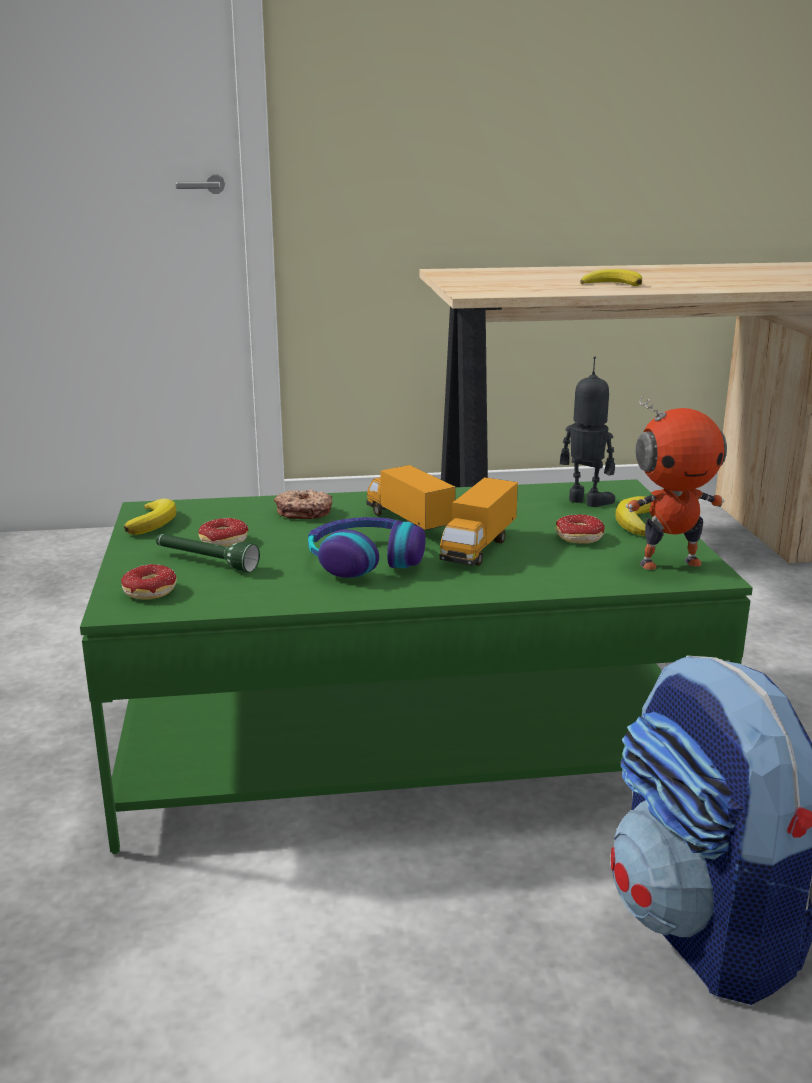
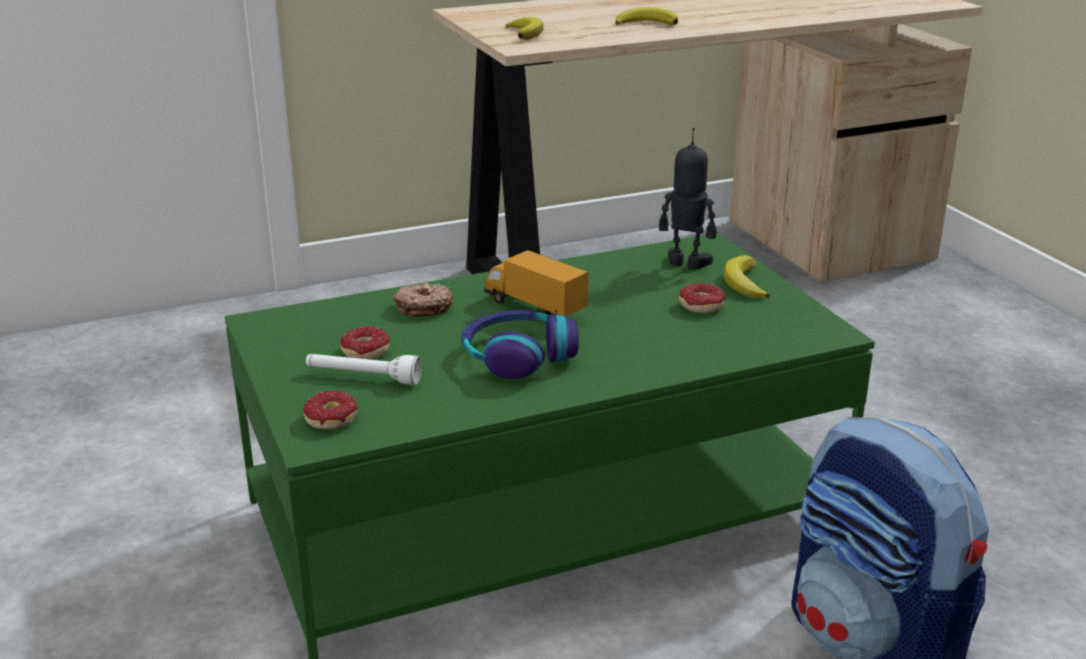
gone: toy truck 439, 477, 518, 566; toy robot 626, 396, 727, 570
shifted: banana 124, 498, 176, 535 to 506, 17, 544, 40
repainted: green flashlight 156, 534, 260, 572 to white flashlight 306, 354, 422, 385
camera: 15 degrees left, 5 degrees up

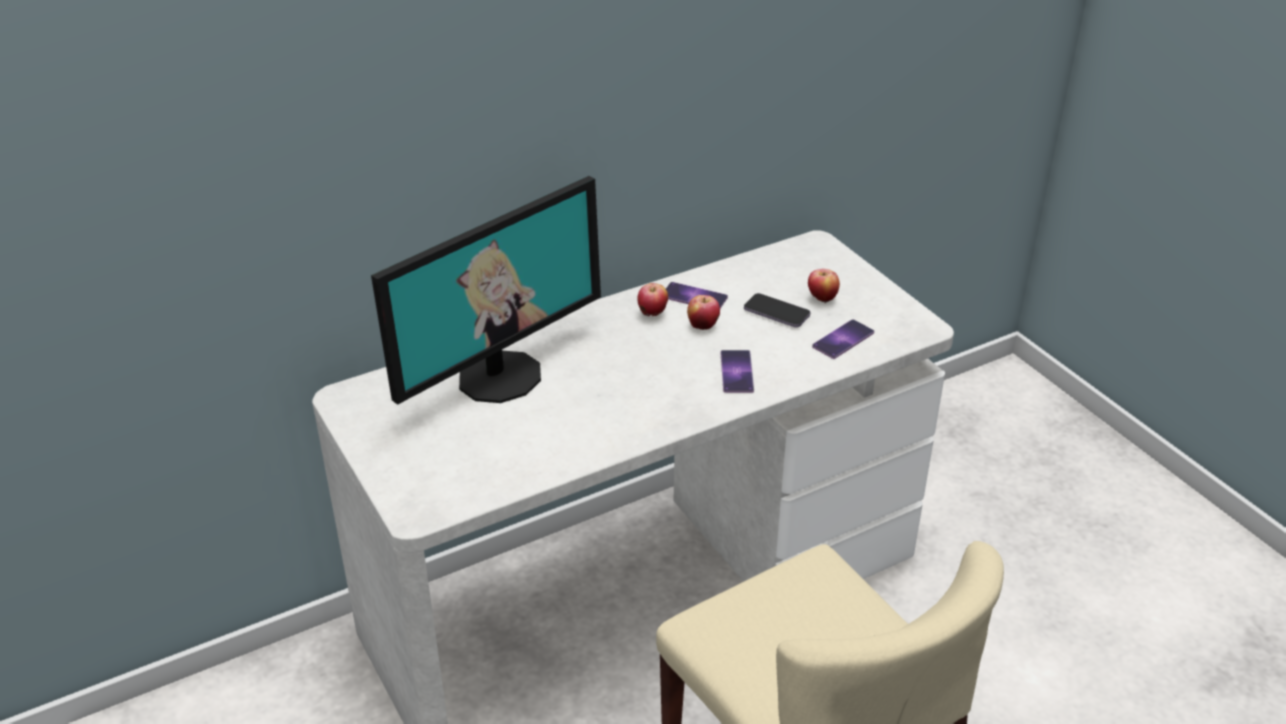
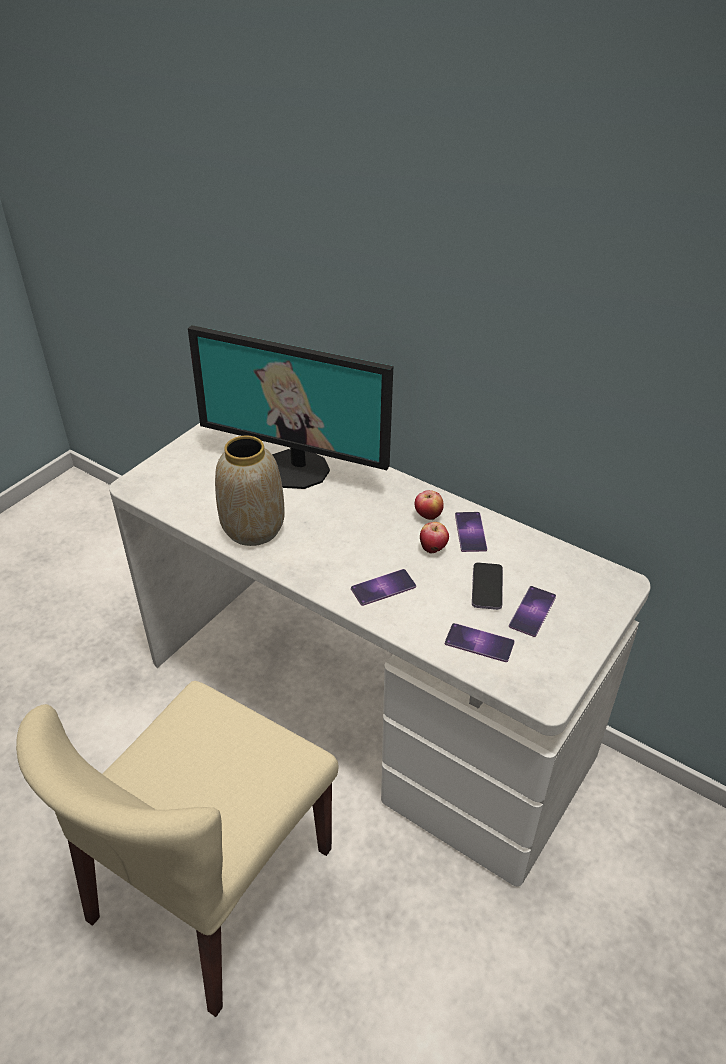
new: vase 215, 436, 284, 546
swapped: apple 808, 269, 840, 303 to phone 509, 586, 556, 637
camera: 65 degrees right, 5 degrees up

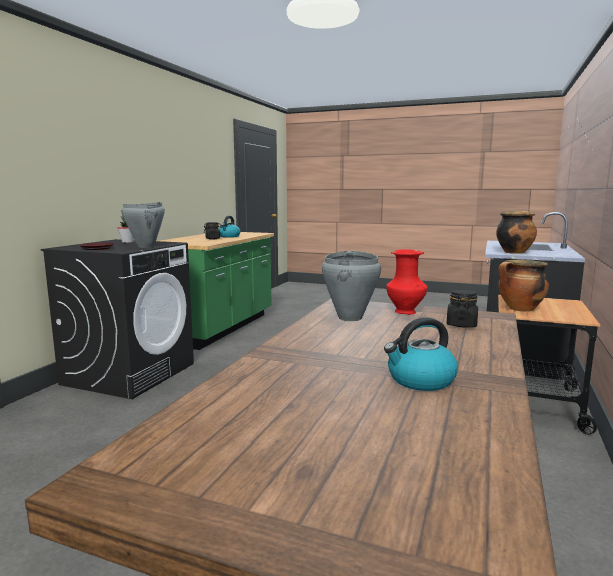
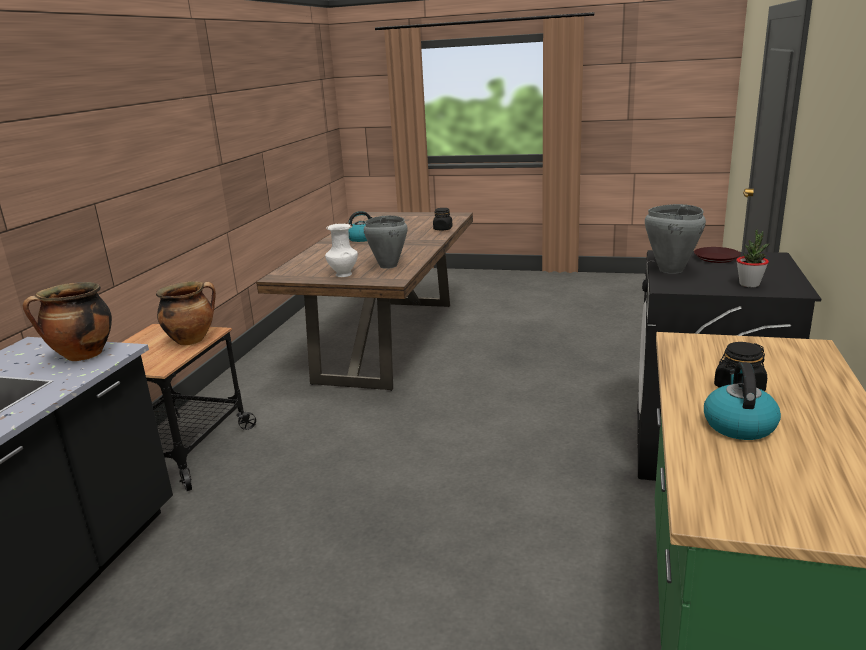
shifted: black jar 447, 289, 478, 327 to 433, 208, 453, 231
repainted: red vase 386, 249, 428, 315 to white vase 325, 224, 358, 277
camera: 175 degrees right, 10 degrees up

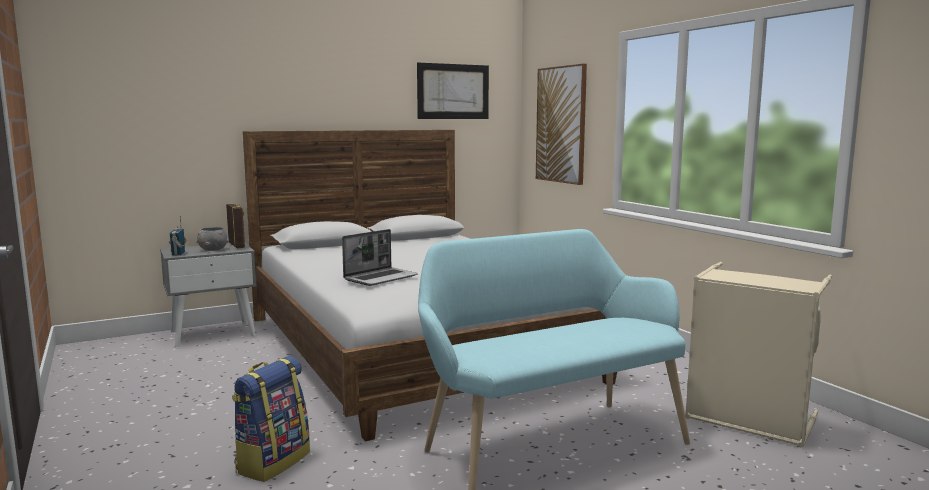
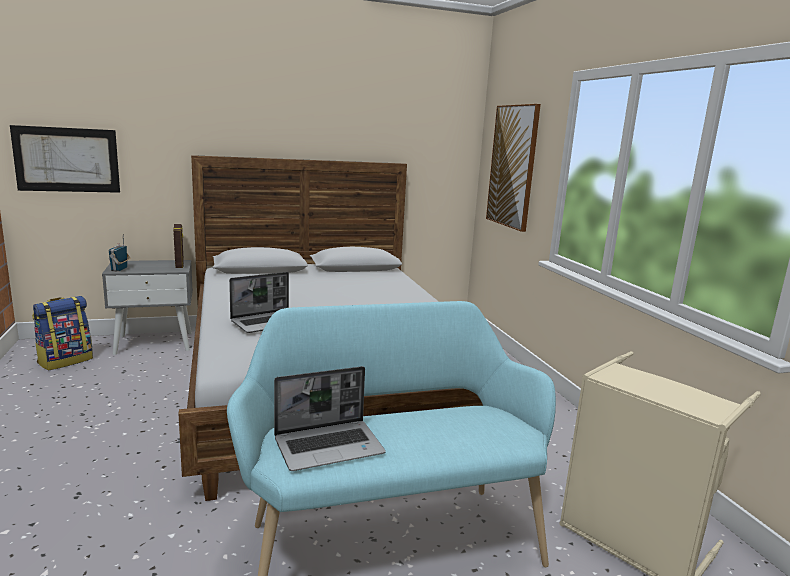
gone: grey bowl 196, 227, 229, 251
new: laptop 274, 366, 386, 471
shifted: backpack 232, 356, 310, 482 to 32, 296, 93, 371; picture 417, 63, 489, 119 to 10, 125, 120, 193
camera: 10 degrees right, 5 degrees up

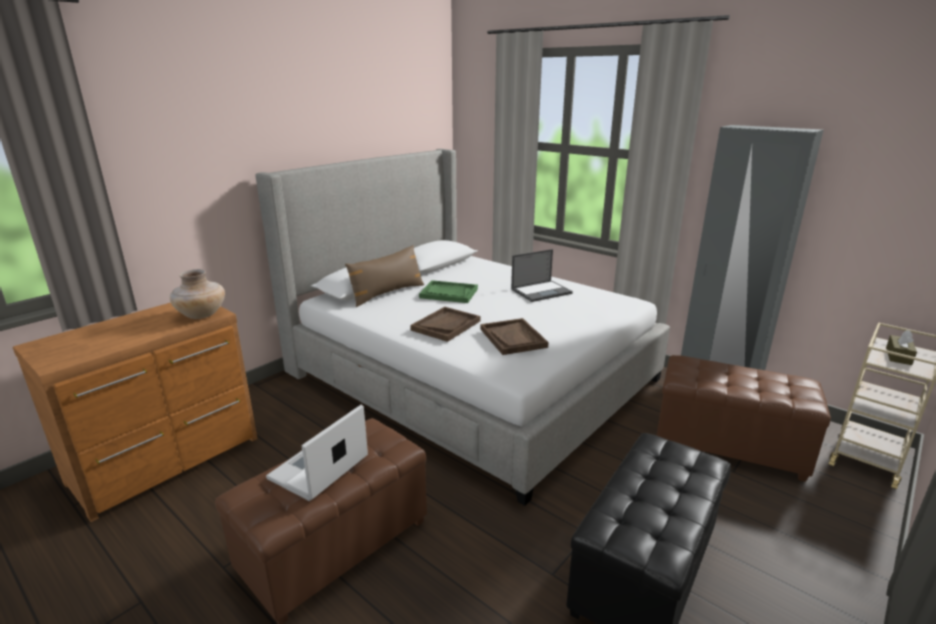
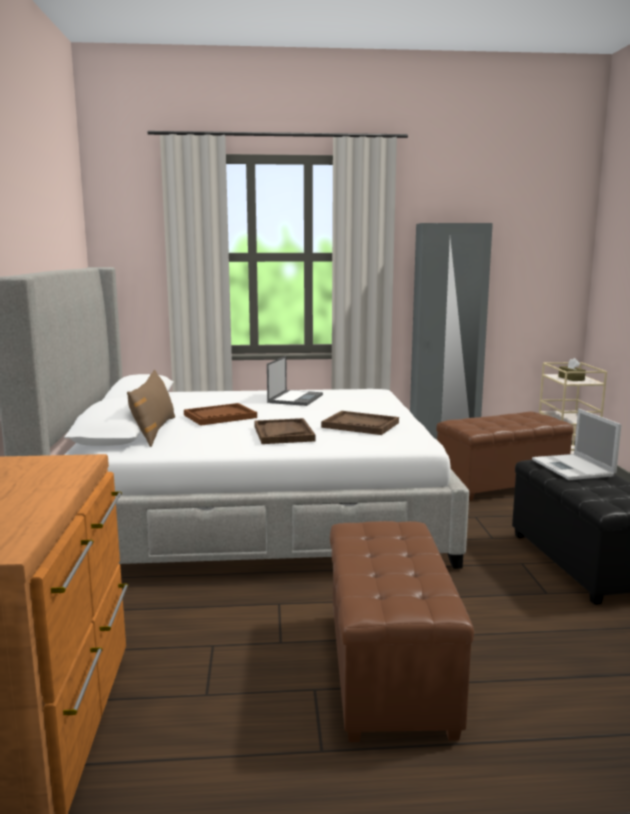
gone: beige vase 170, 269, 225, 319
shifted: laptop 266, 405, 368, 501 to 532, 409, 622, 480
repainted: green tray 419, 280, 478, 303 to brown tray 184, 403, 257, 426
camera: 45 degrees left, 10 degrees down

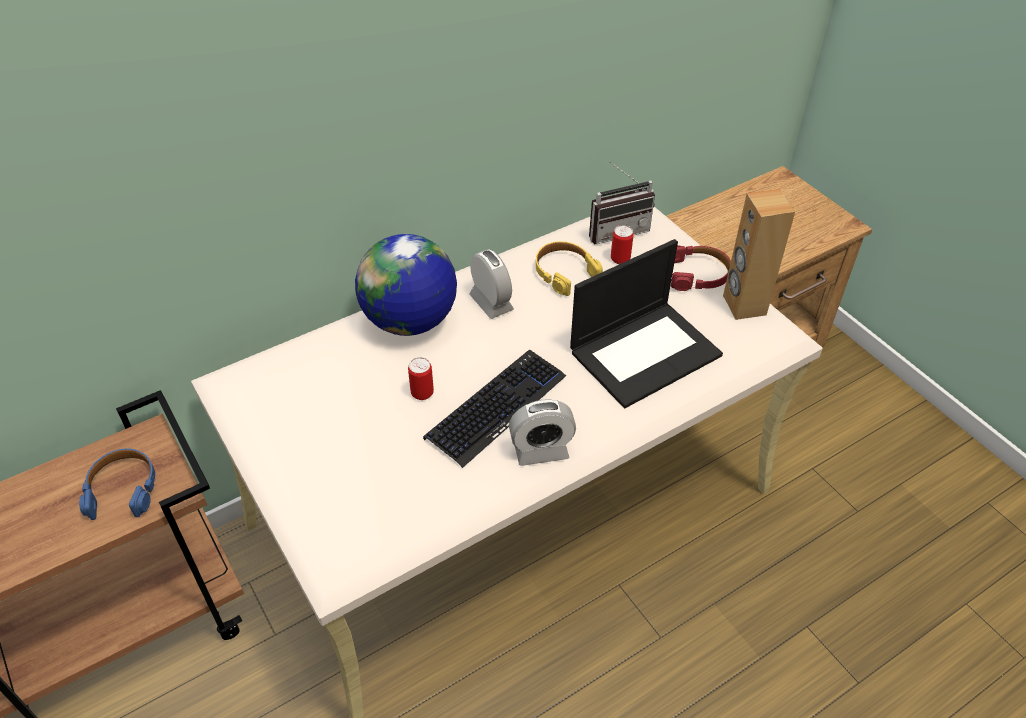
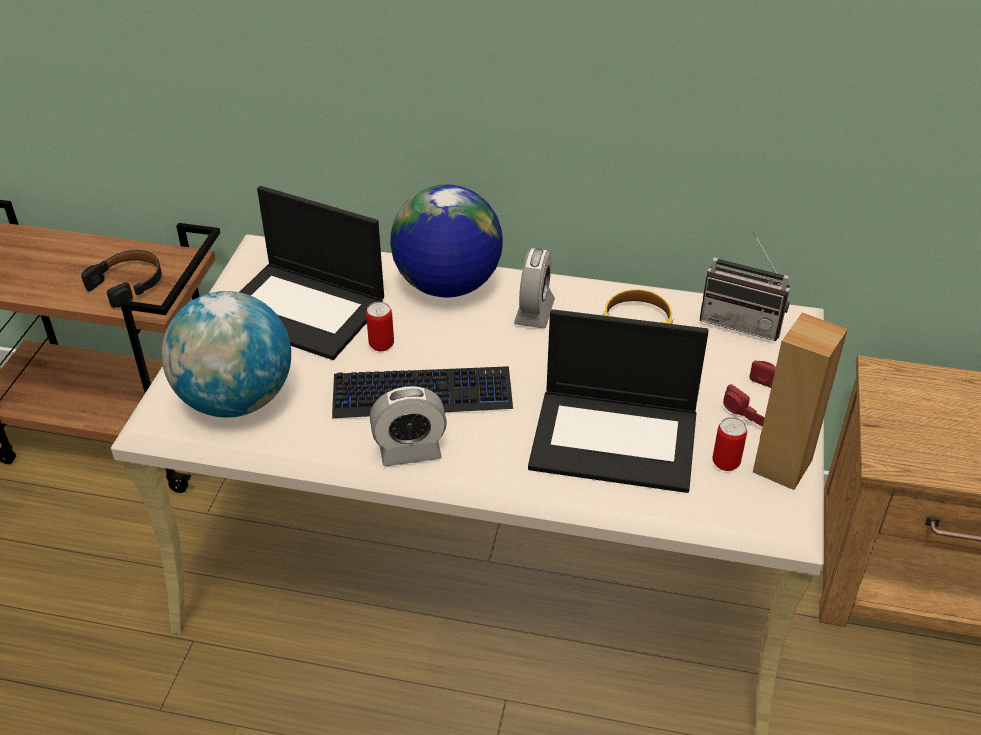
new: globe 162, 291, 291, 418; laptop 240, 186, 384, 360
shifted: can 611, 225, 634, 264 to 713, 417, 747, 471
repainted: blue headphones 79, 449, 155, 520 to black headphones 81, 250, 162, 308
rotated: alarm clock 509, 399, 576, 466 = 370, 386, 447, 467 45 degrees counterclockwise
camera: 45 degrees right, 5 degrees down

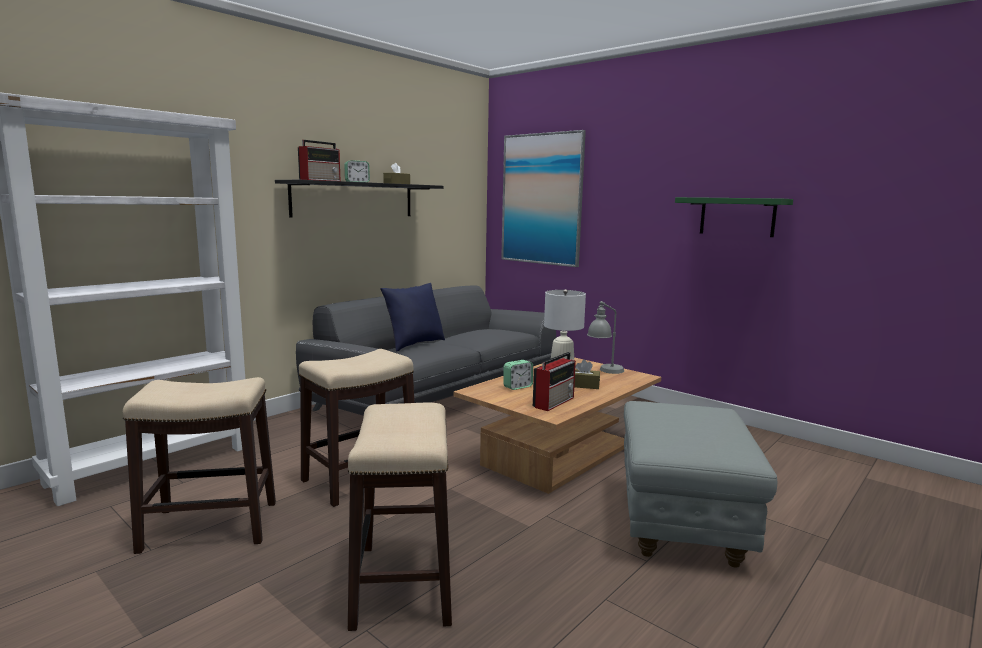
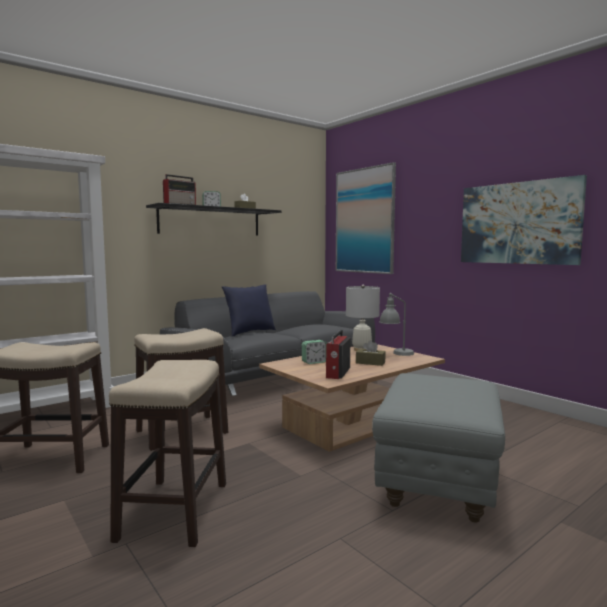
swapped: green shelf 675, 197, 793, 237 to picture 461, 175, 587, 265
rotated: radio 533, 352, 576, 411 = 326, 330, 351, 379 150 degrees clockwise
camera: 10 degrees right, 5 degrees down

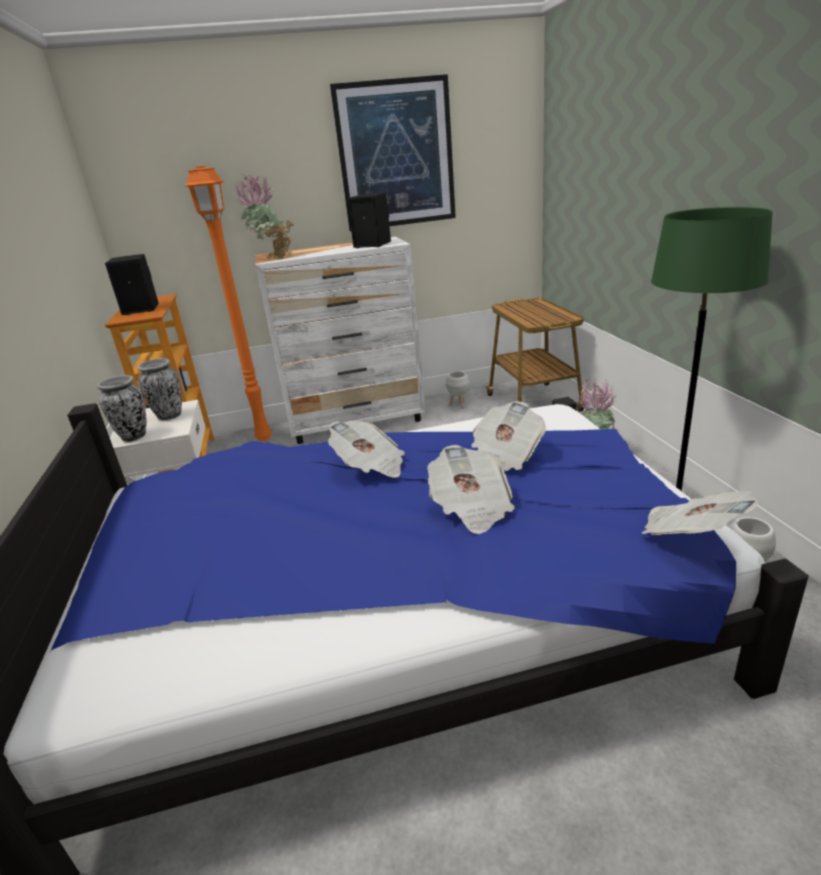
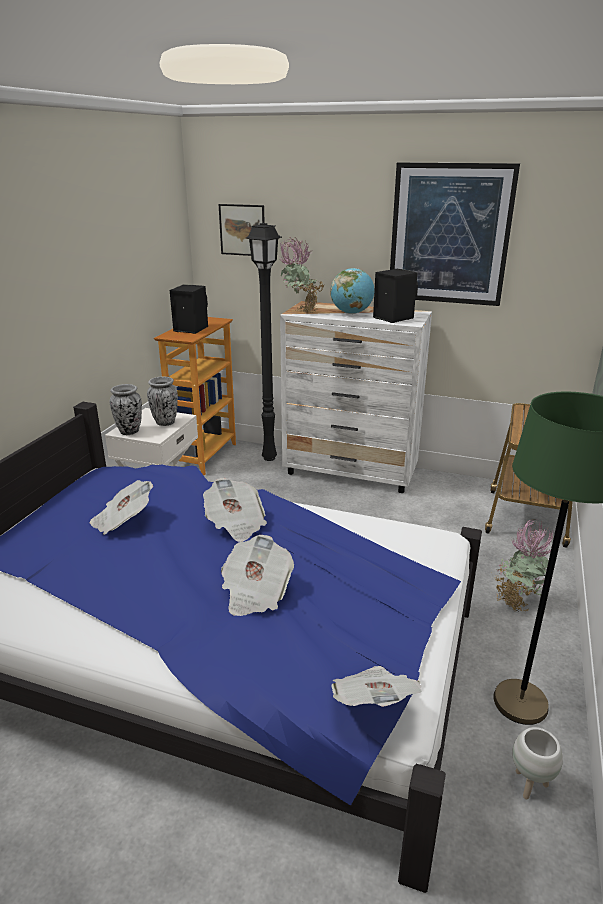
gone: white planter 446, 372, 470, 408
new: picture 219, 204, 265, 256; globe 330, 268, 374, 314
shifted: newspaper 471, 401, 546, 471 to 90, 480, 153, 535
repainted: orange floor lamp 184, 166, 272, 441 to black floor lamp 246, 223, 282, 461
camera: 30 degrees right, 0 degrees up

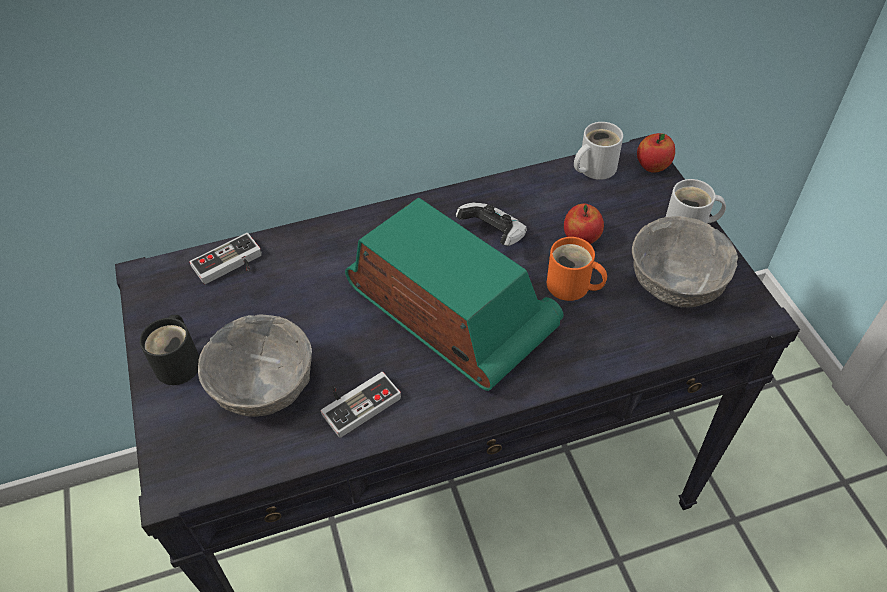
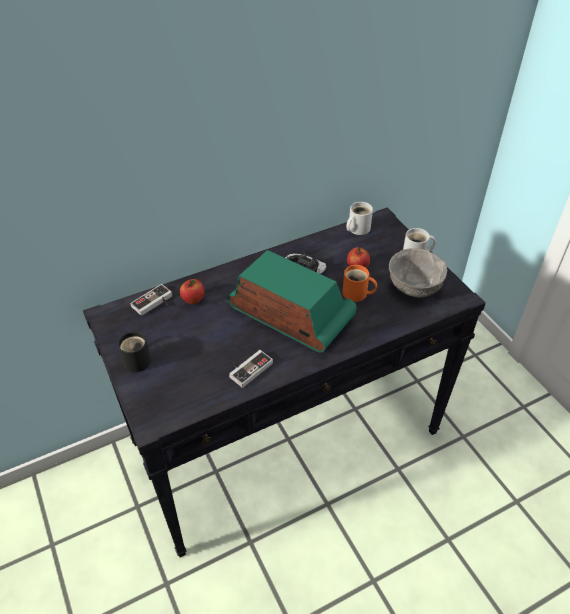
gone: grey bowl 198, 314, 312, 417
shifted: apple 637, 133, 675, 173 to 180, 279, 204, 304
camera: 10 degrees left, 5 degrees down

